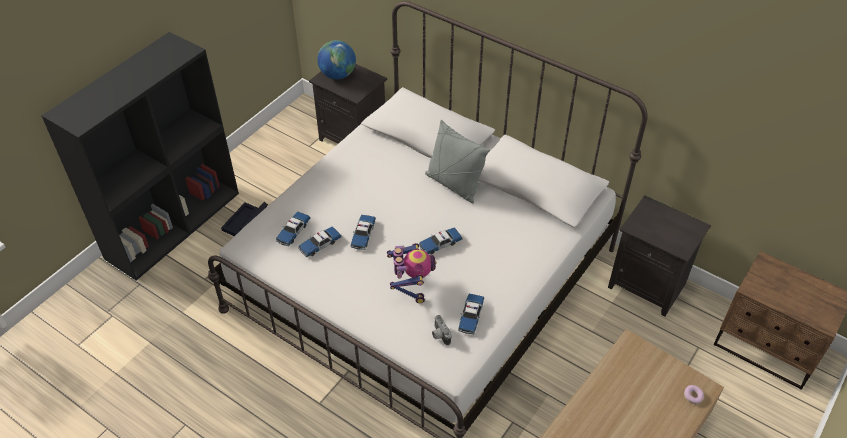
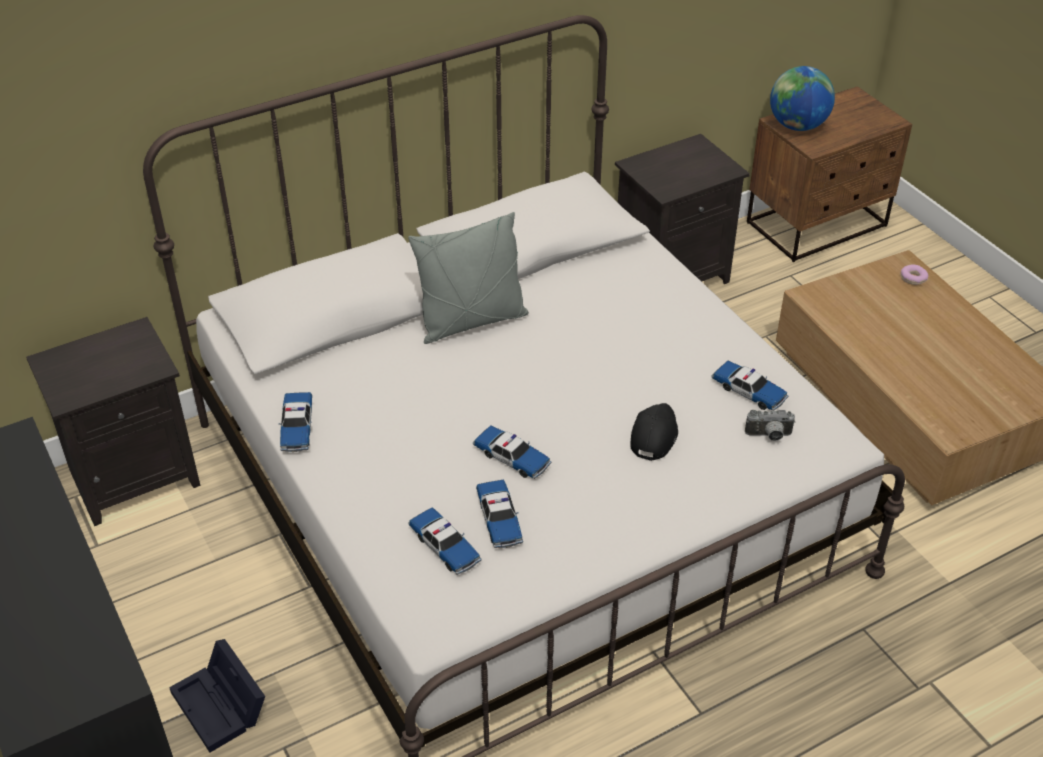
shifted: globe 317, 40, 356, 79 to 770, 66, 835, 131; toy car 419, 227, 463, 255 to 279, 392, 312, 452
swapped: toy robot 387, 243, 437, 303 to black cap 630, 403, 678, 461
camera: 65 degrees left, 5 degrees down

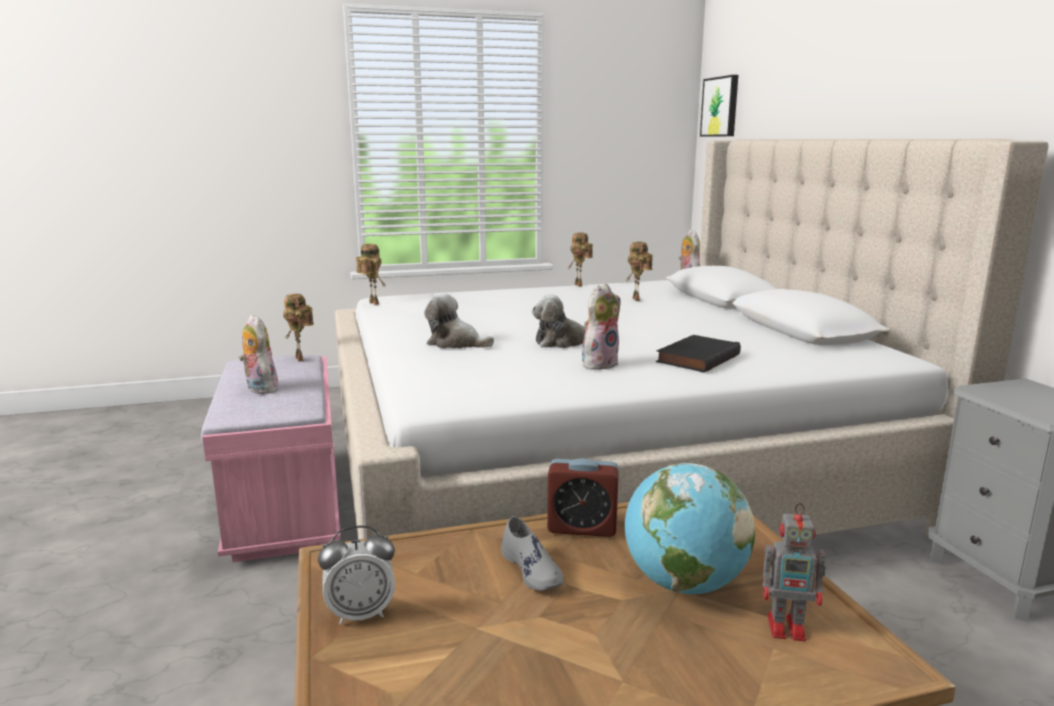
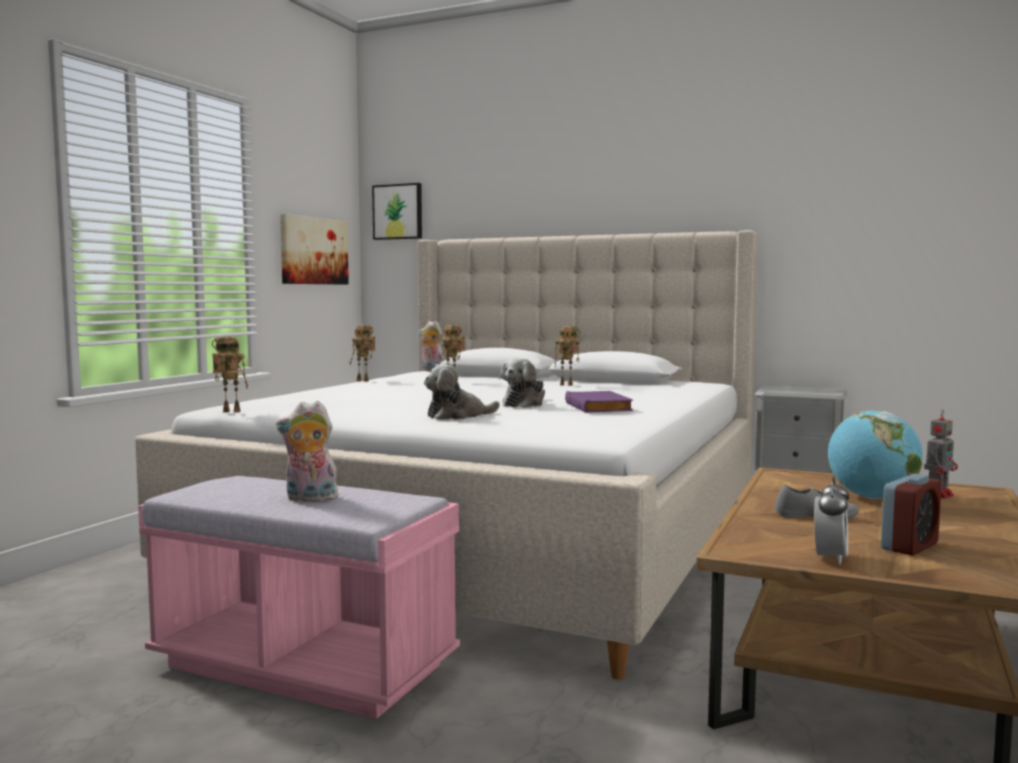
gone: black book 656, 335, 741, 373
new: picture 280, 214, 349, 285
shifted: toy robot 283, 294, 314, 361 to 555, 326, 580, 386; alarm clock 547, 458, 619, 537 to 881, 474, 942, 556
swapped: plush toy 582, 284, 620, 371 to purple book 565, 391, 633, 413
camera: 50 degrees left, 10 degrees down

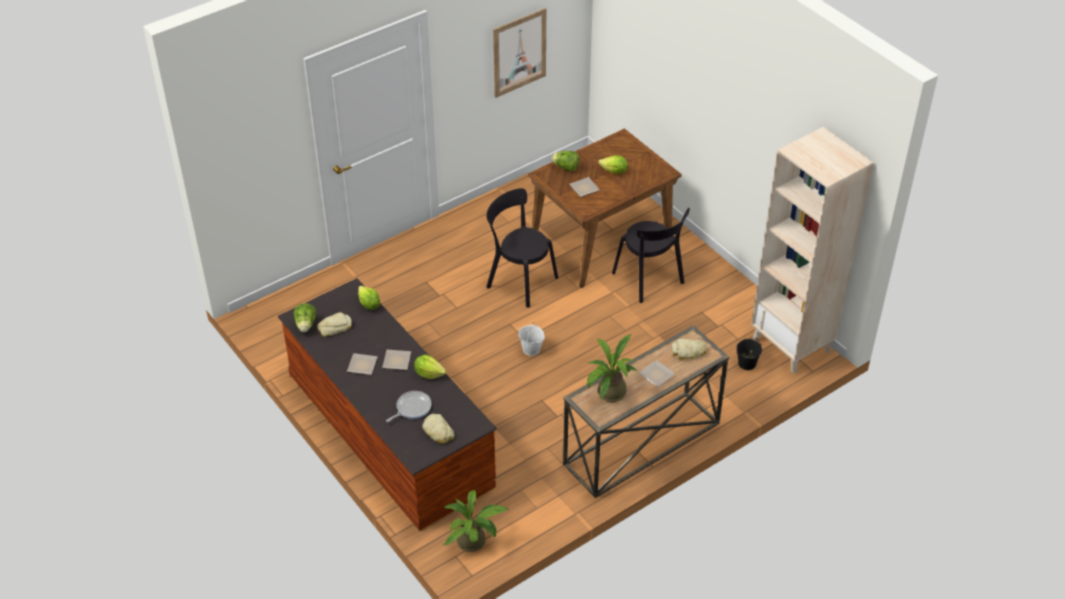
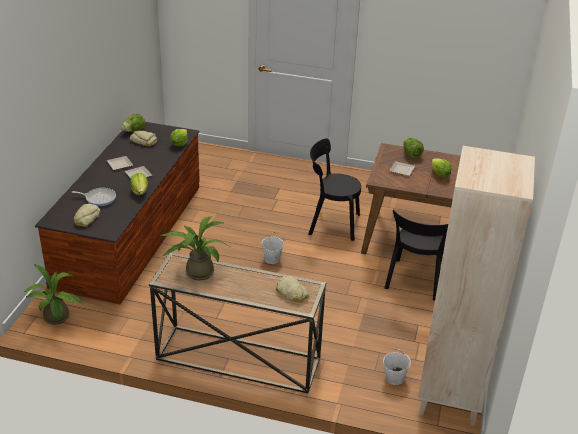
gone: picture 493, 8, 546, 98; plate 639, 360, 675, 387
repainted: black bucket 737, 338, 762, 370 to white bucket 383, 349, 411, 385
rotated: black chair 486, 188, 558, 308 = 308, 138, 361, 241 75 degrees counterclockwise
camera: 50 degrees right, 10 degrees down

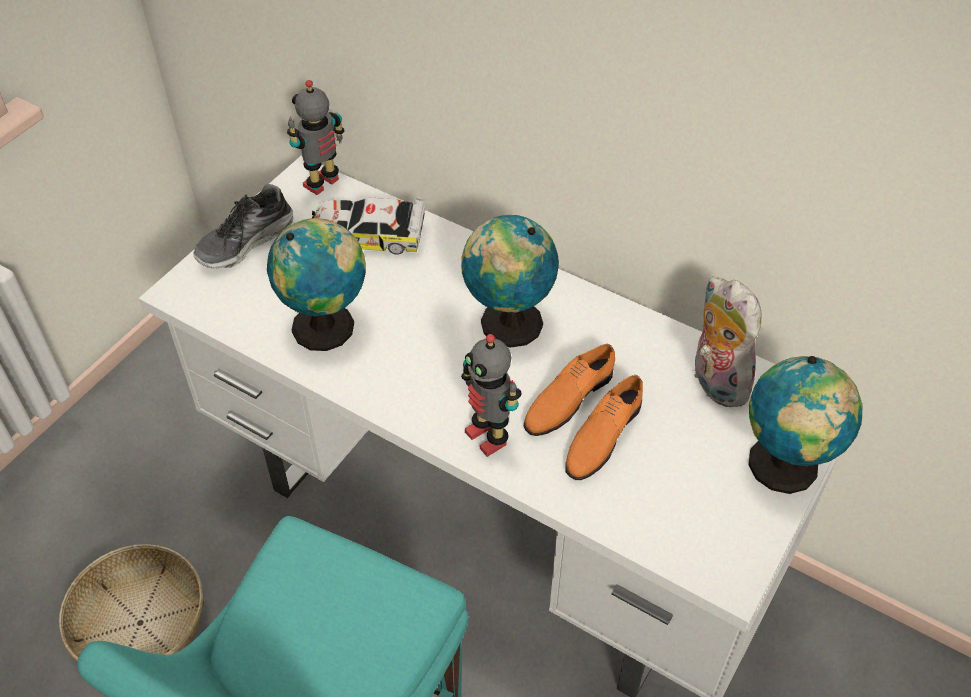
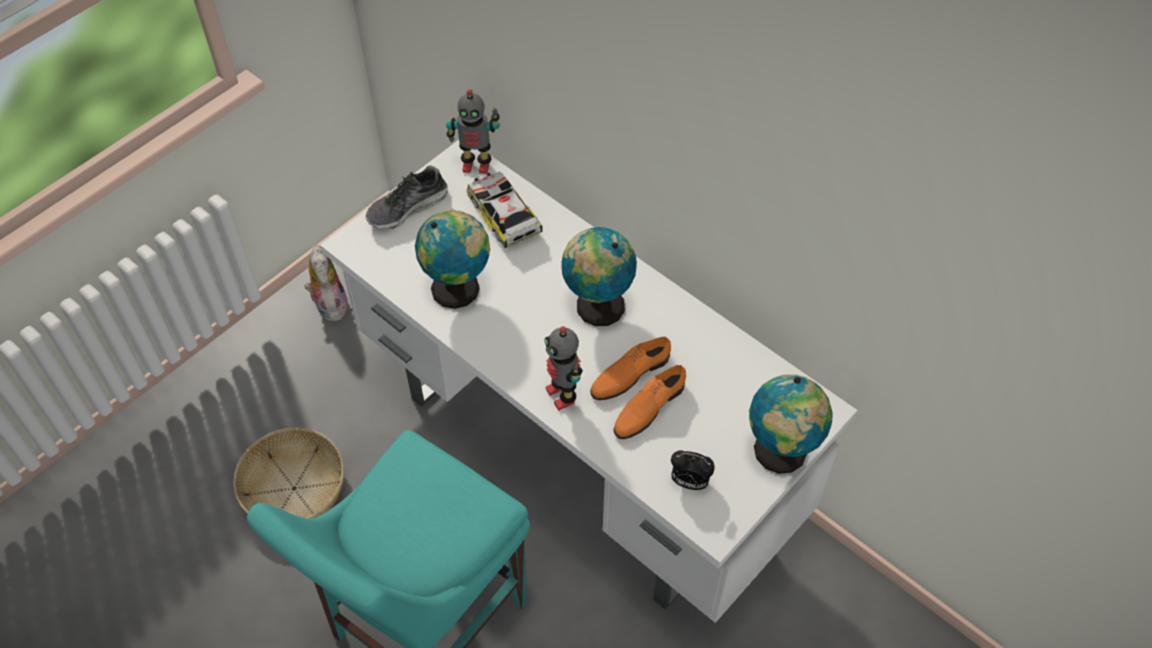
new: alarm clock 671, 450, 715, 490
shifted: plush toy 694, 276, 761, 407 to 304, 244, 349, 321
rotated: toy robot 287, 80, 344, 195 = 446, 89, 500, 174 135 degrees counterclockwise; toy car 312, 198, 426, 255 = 467, 172, 542, 248 45 degrees clockwise
camera: 10 degrees right, 5 degrees up

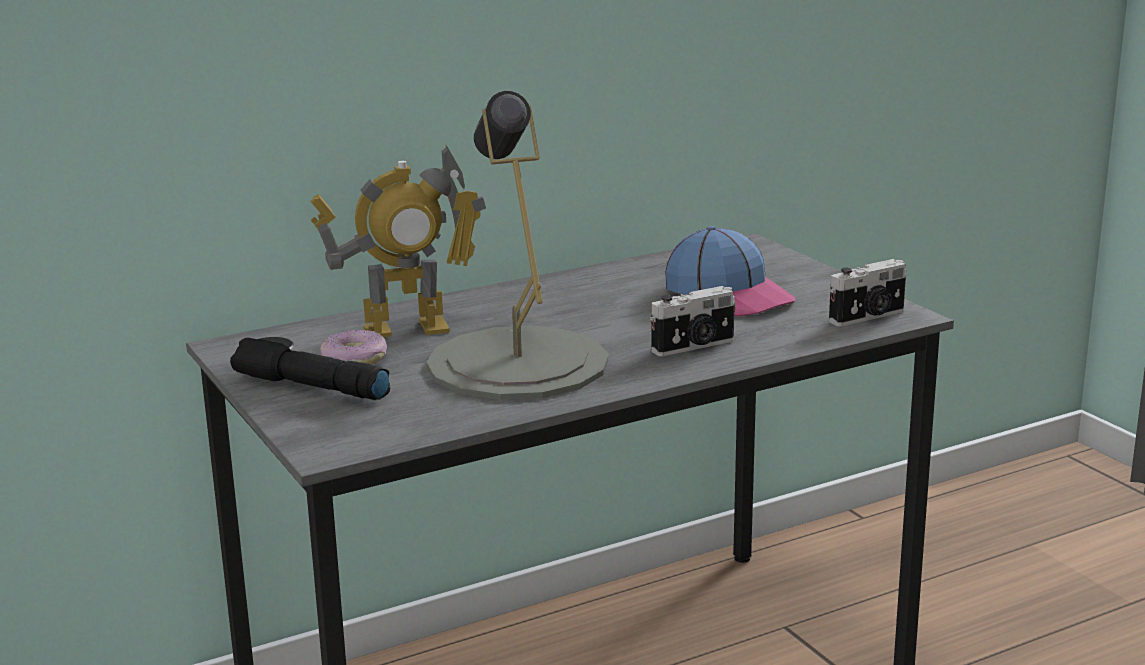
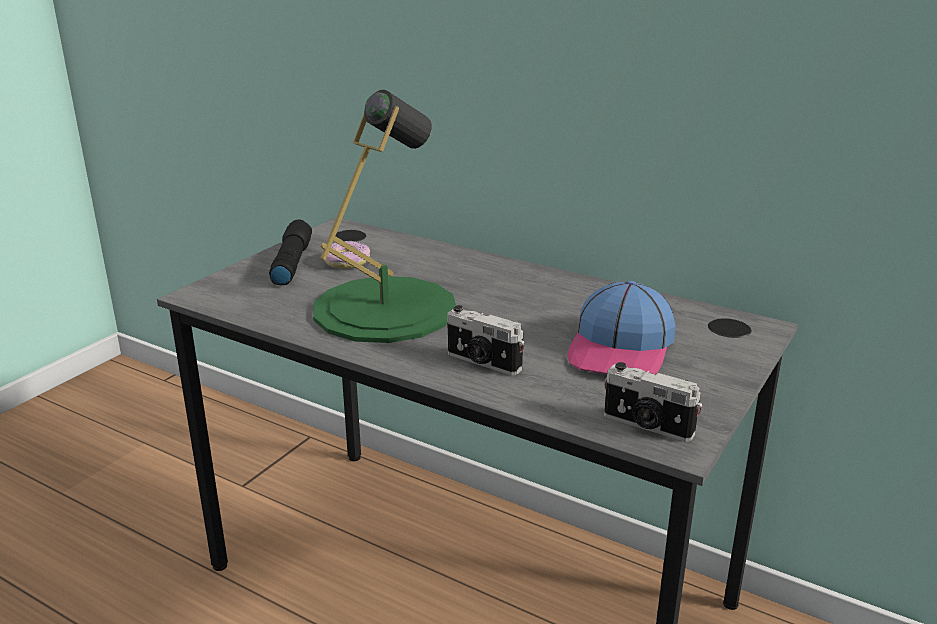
gone: toy robot 311, 146, 486, 337
repainted: grey table lamp 426, 91, 609, 400 to green table lamp 313, 90, 456, 343
camera: 60 degrees right, 5 degrees up

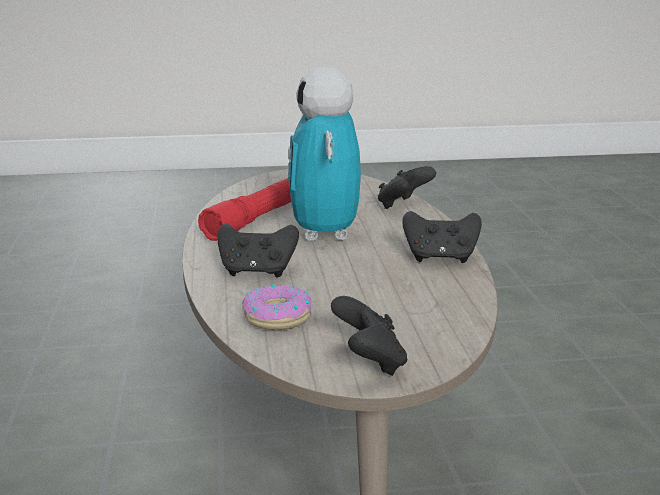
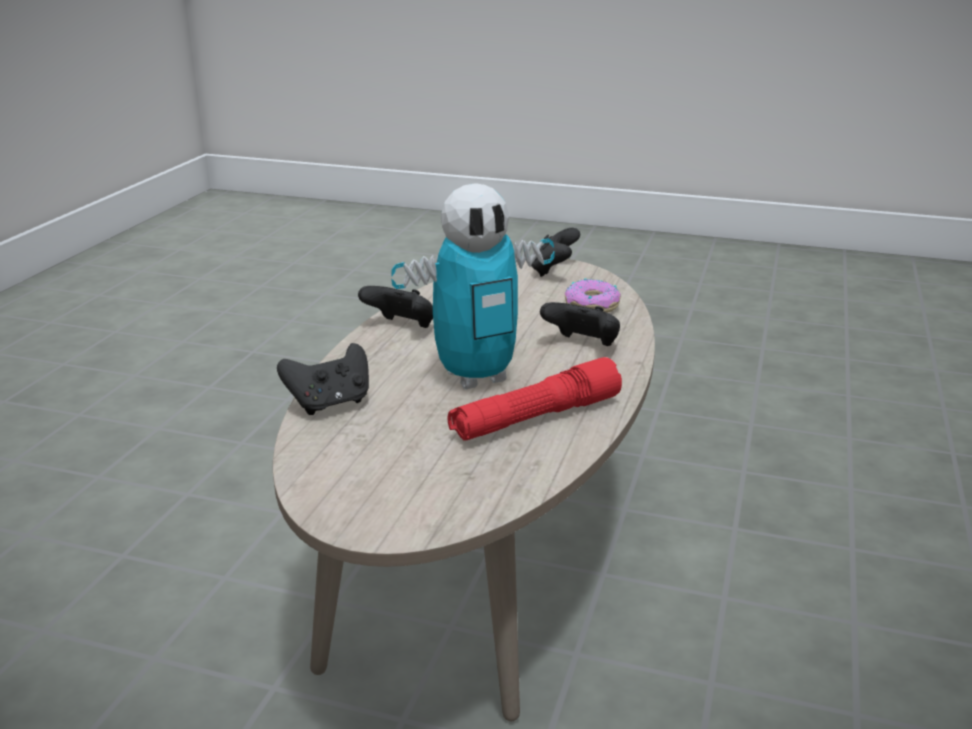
rotated: toy robot 288, 66, 361, 241 = 391, 184, 555, 389 45 degrees clockwise
camera: 155 degrees left, 5 degrees up

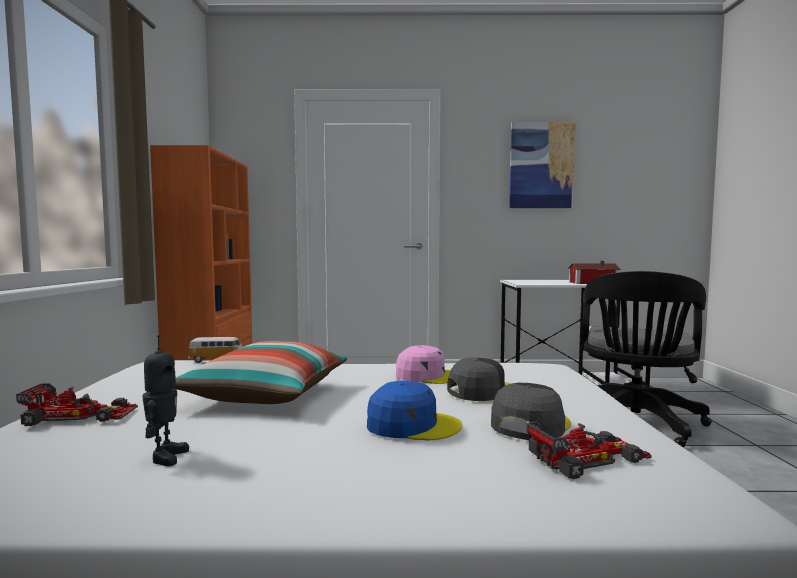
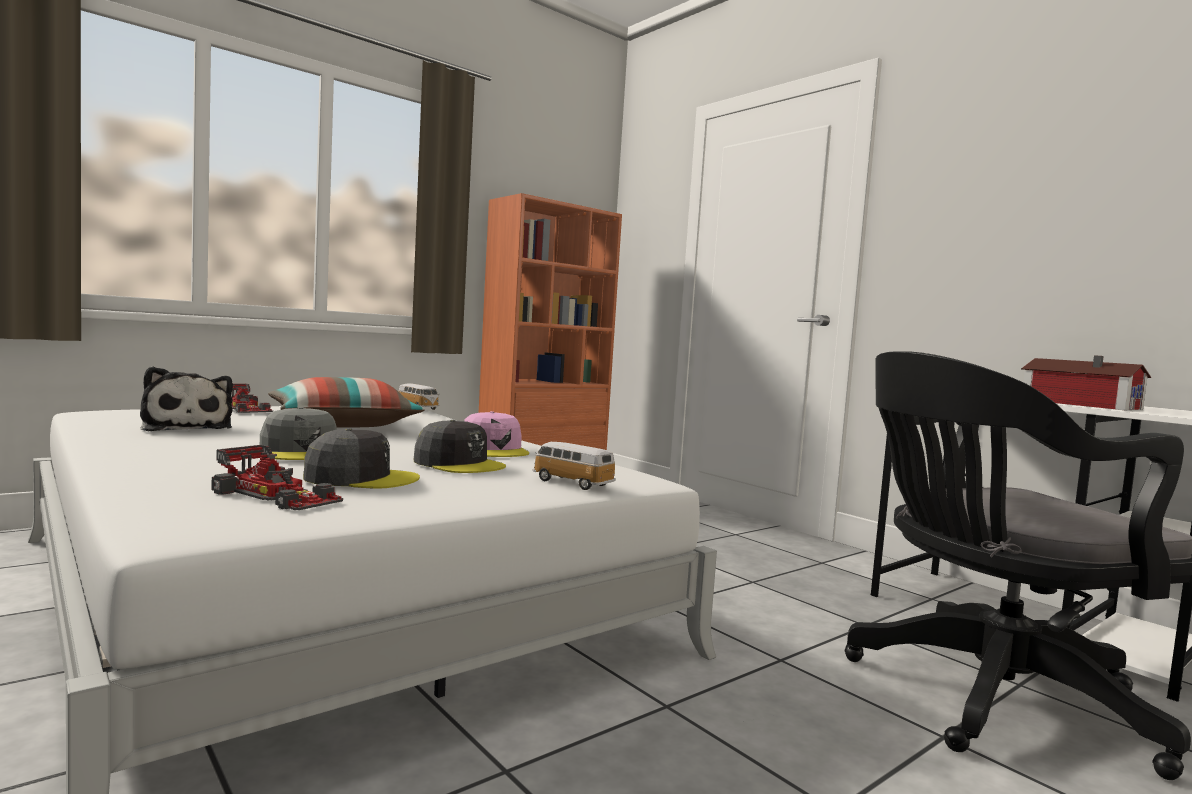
gone: picture 509, 122, 576, 208
new: toy car 533, 442, 616, 490
swapped: toy robot 143, 335, 189, 466 to plush toy 140, 366, 233, 431
repainted: blue cap 367, 381, 462, 440 to grey cap 260, 407, 337, 460
camera: 50 degrees right, 0 degrees up

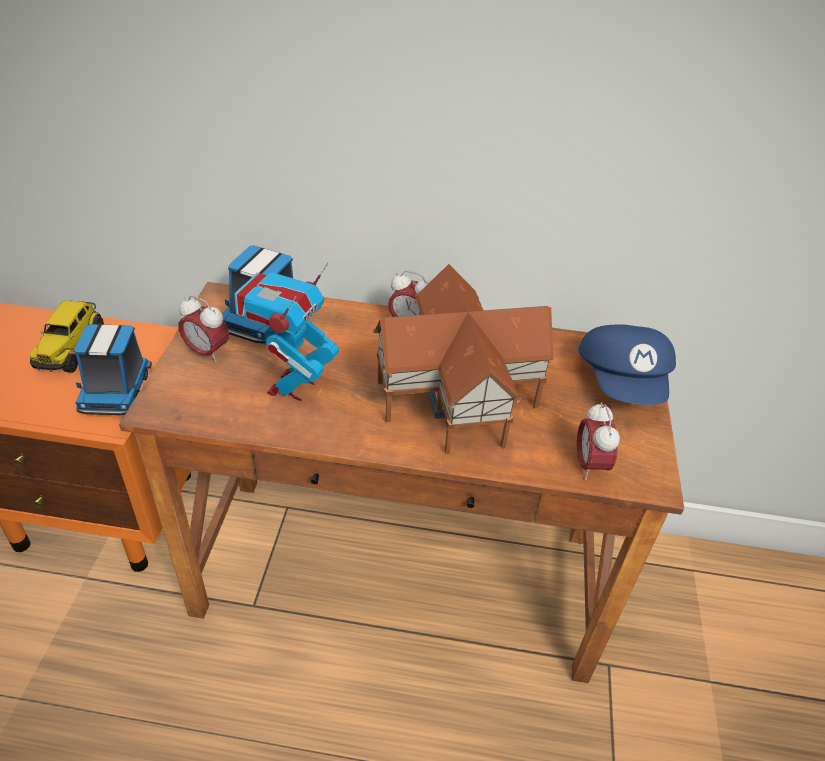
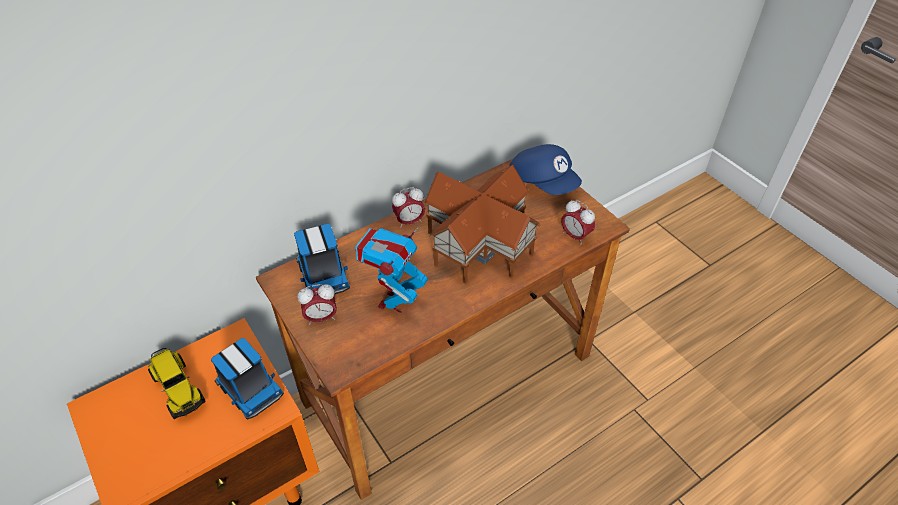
rotated: toy robot 234, 263, 339, 401 = 355, 226, 428, 313 45 degrees clockwise
camera: 40 degrees left, 5 degrees up

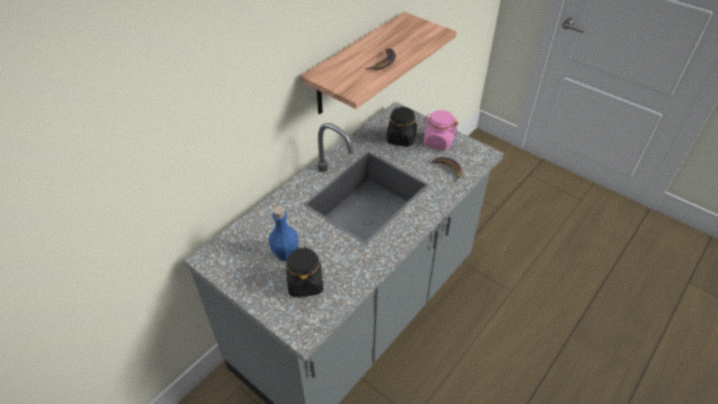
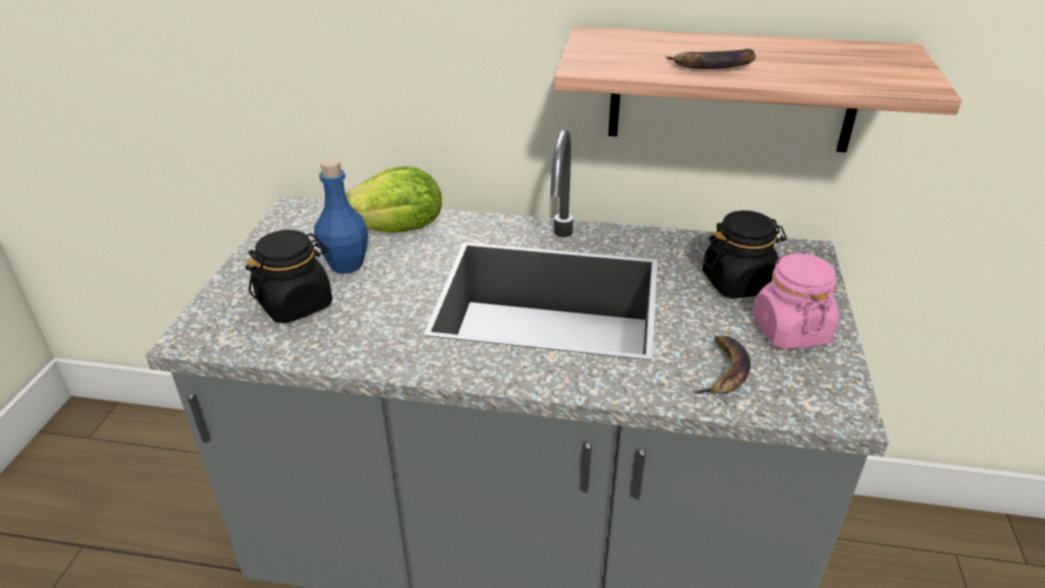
new: lettuce 345, 166, 442, 233
camera: 60 degrees right, 10 degrees down

